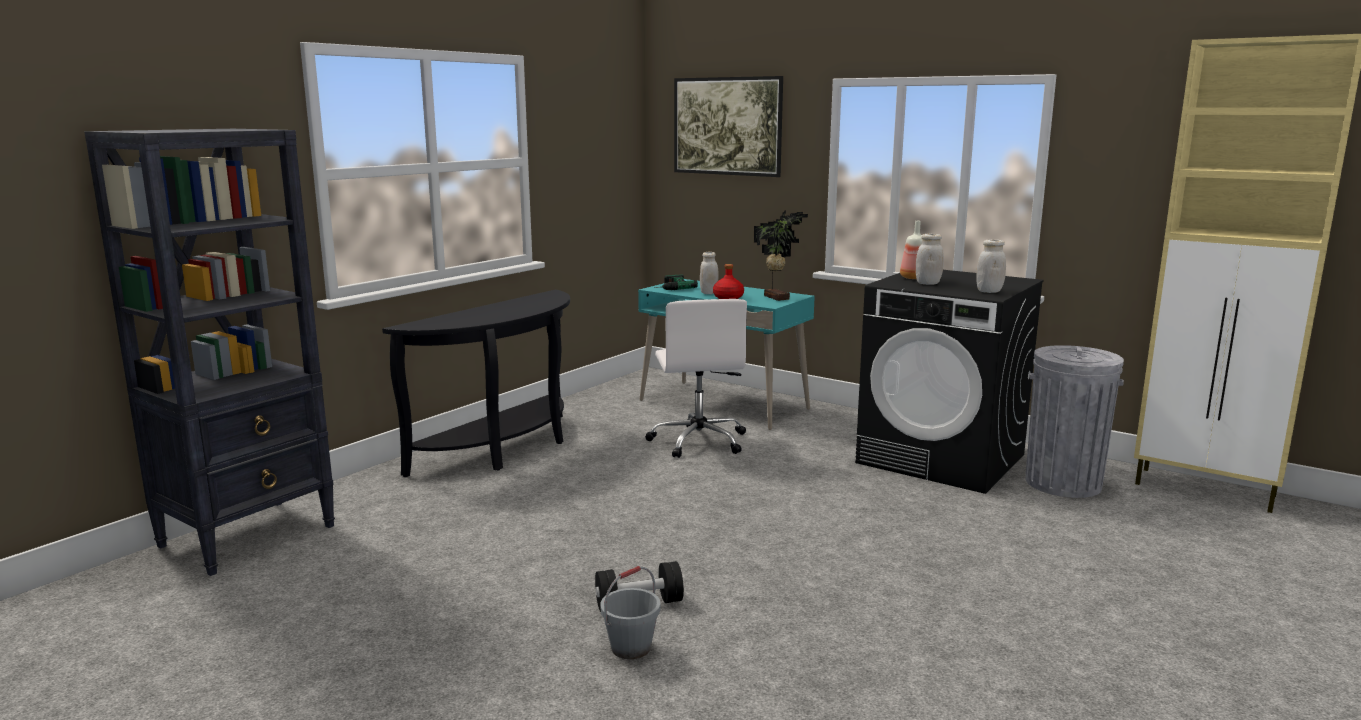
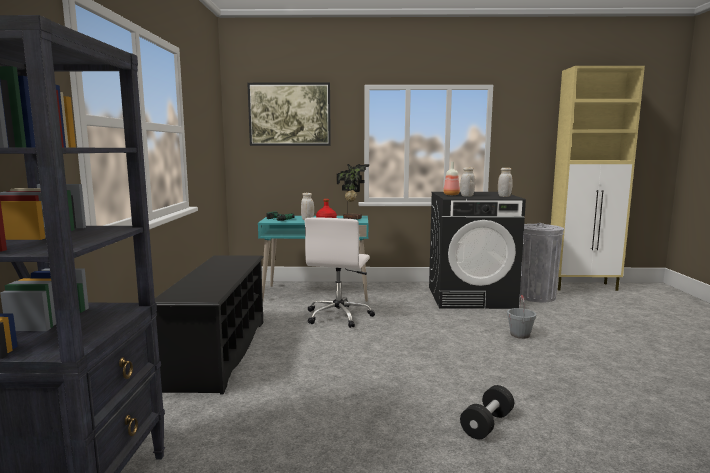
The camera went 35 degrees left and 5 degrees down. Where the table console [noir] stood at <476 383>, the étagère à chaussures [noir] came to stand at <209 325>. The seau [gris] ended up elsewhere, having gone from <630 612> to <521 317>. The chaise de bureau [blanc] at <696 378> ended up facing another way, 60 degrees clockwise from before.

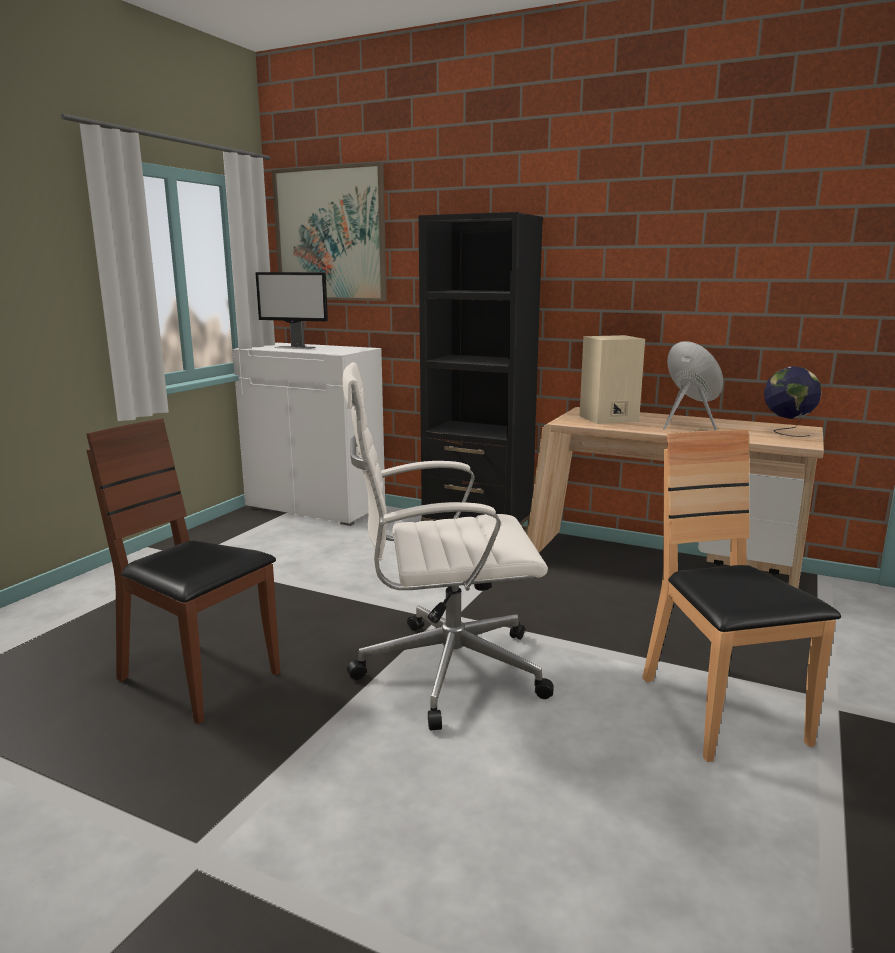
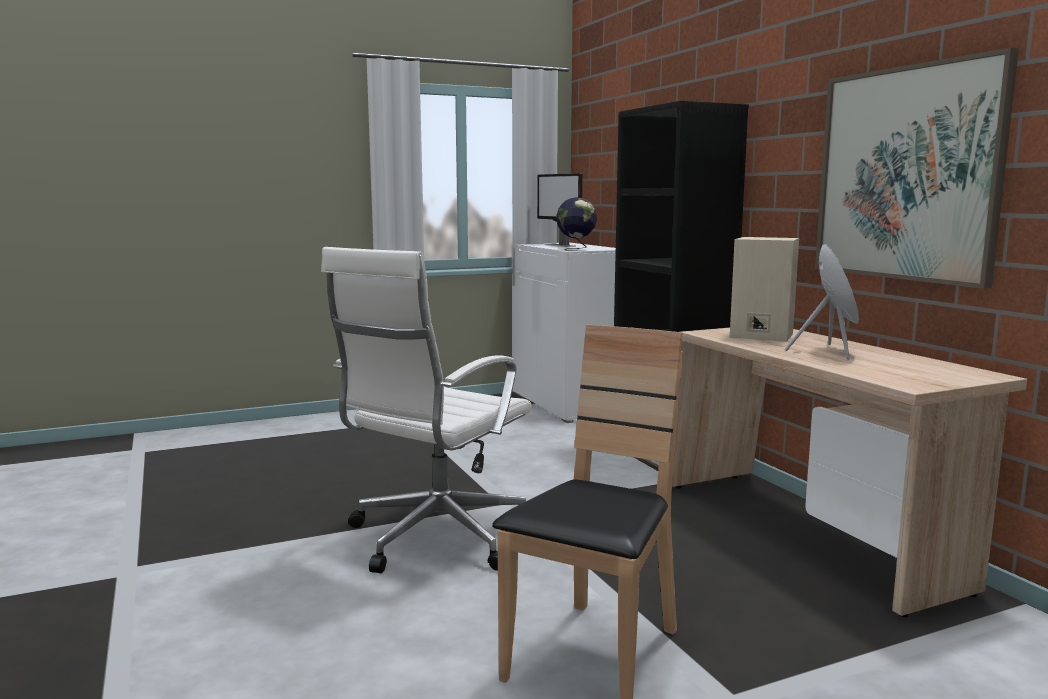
The camera went 40 degrees right and 5 degrees down. The second view lost the chaise [marron] at <183 571>. The tableau ended up elsewhere, having gone from <329 231> to <917 168>. The chaise de bureau [blanc] at <448 546> ended up facing another way, 90 degrees counterclockwise from before. The globe ended up elsewhere, having gone from <793 401> to <576 224>.

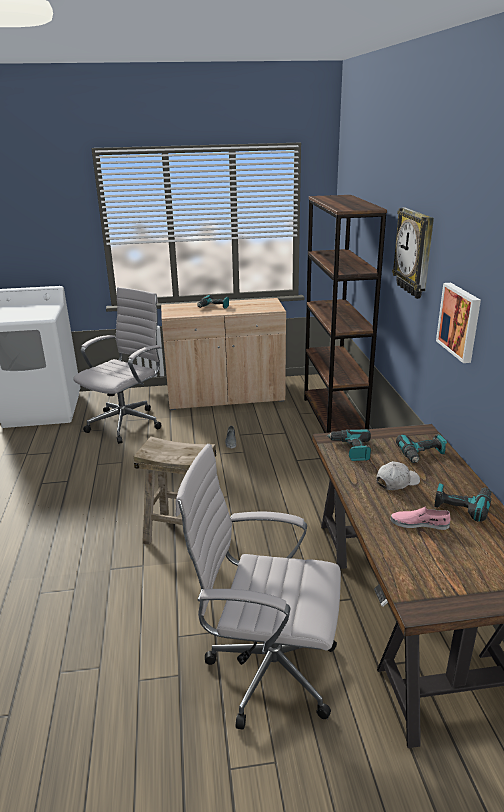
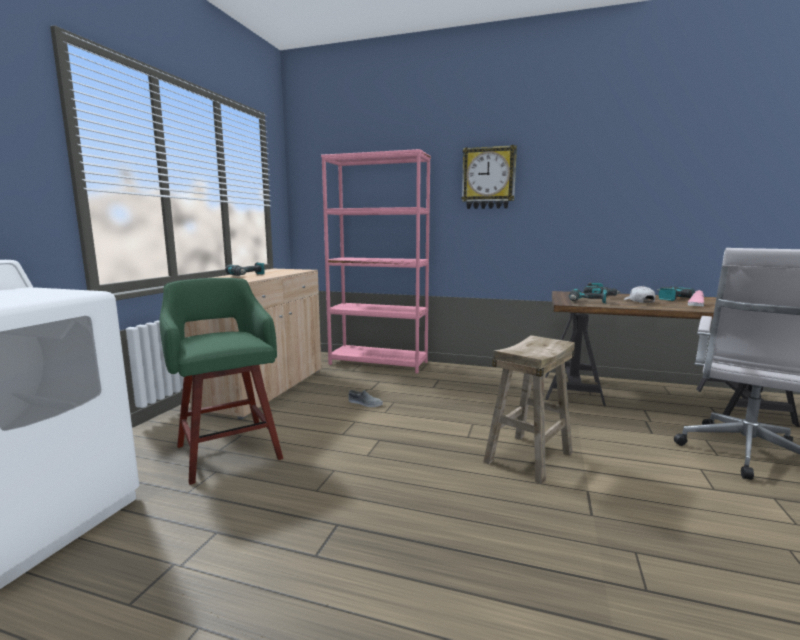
The camera went 65 degrees left and 15 degrees down. Where the chaise de bureau [blanc] stood at <117 365>, the tabouret [vert] came to stand at <221 381>. What was the bibliothèque [marron] at <345 314> turned into the bibliothèque [rose] at <376 261>. The second view lost the tableau at <458 323>.

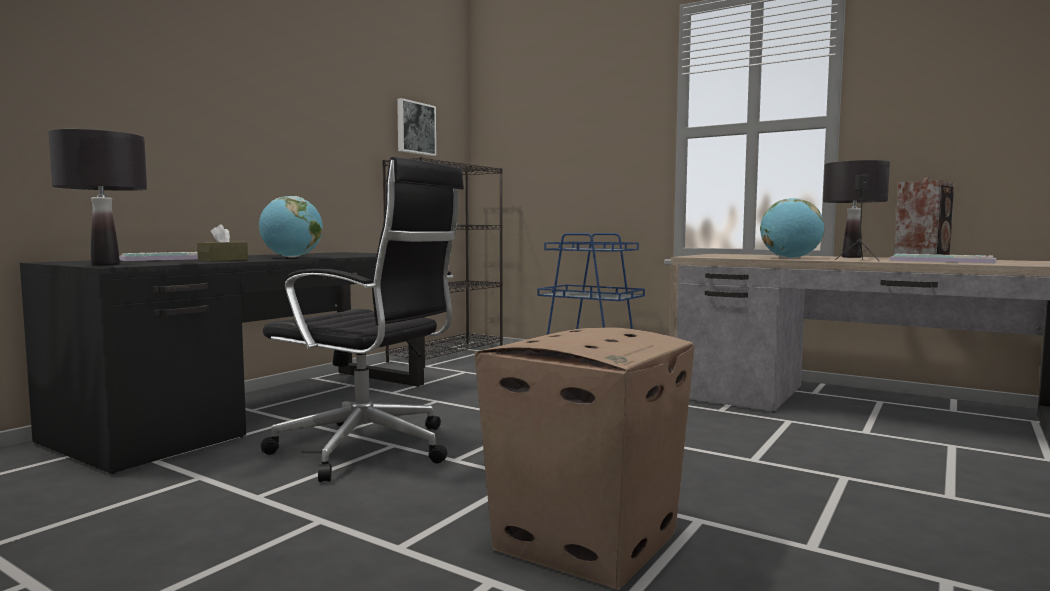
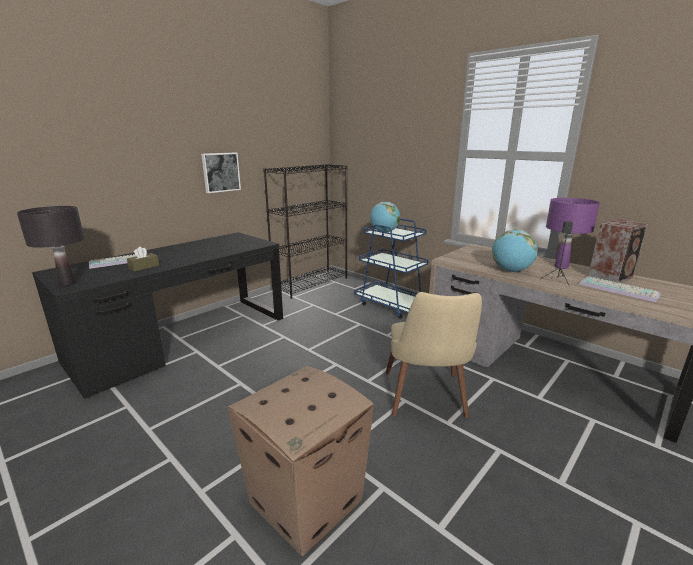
The camera went 10 degrees right and 15 degrees up. The globe ended up elsewhere, having gone from <291 227> to <385 217>. The second view lost the chaise de bureau [noir] at <362 319>. The tableau ended up elsewhere, having gone from <416 127> to <221 173>. What was the lampe de table [noir] at <856 209> turned into the lampe de table [violet] at <573 233>. The second view gained the chaise [beige] at <433 355>.

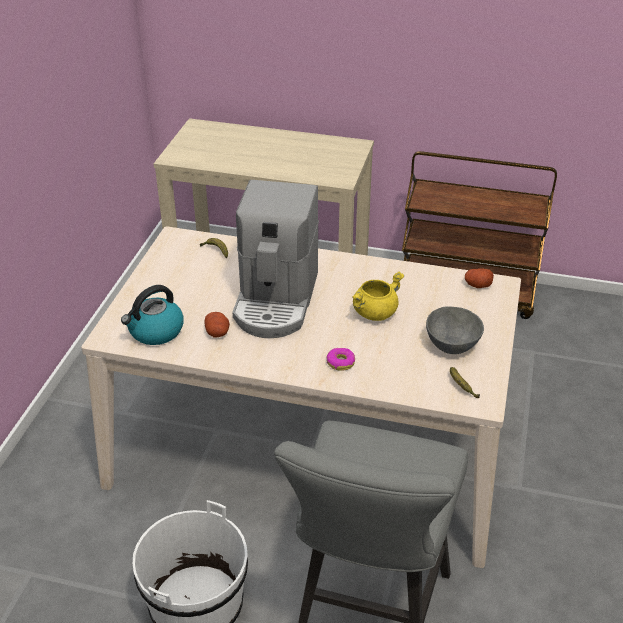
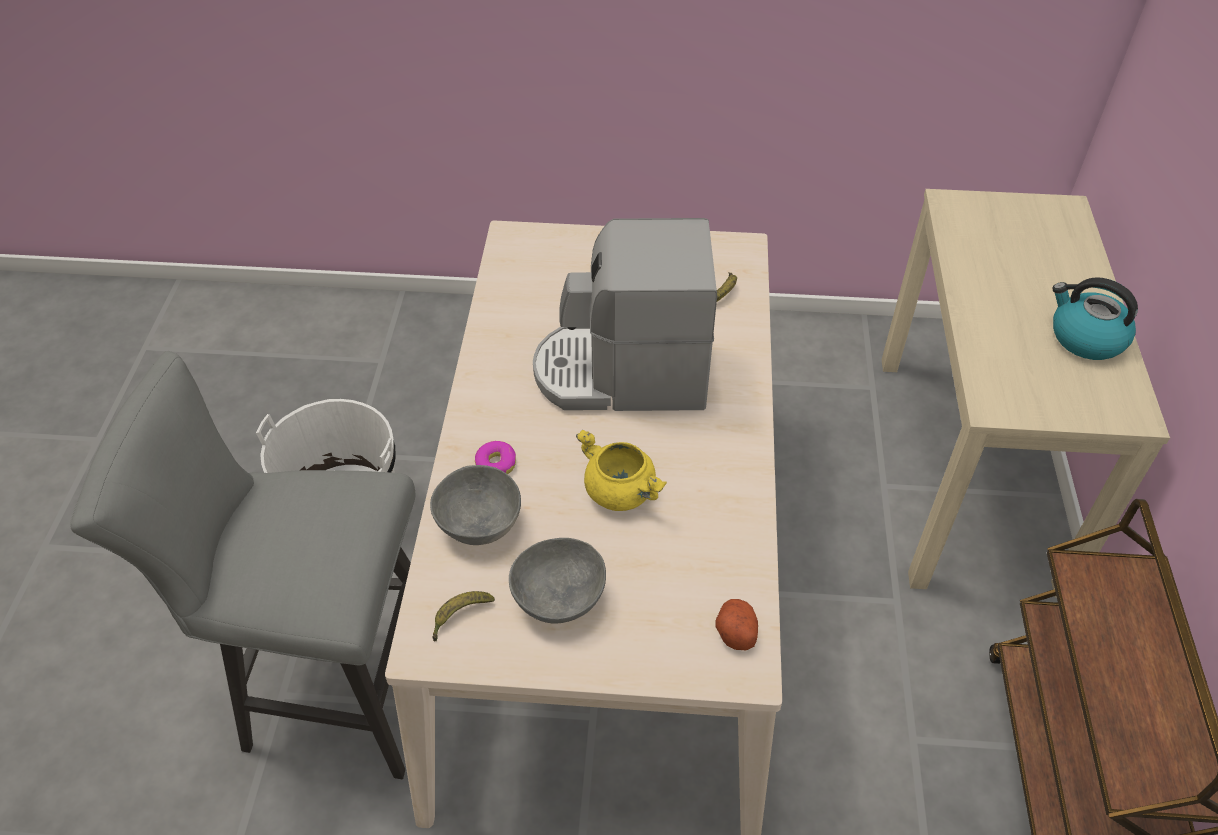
The camera went 80 degrees right and 10 degrees up. The bouilloire ended up elsewhere, having gone from <152 315> to <1095 318>. The second view lost the pomme de terre at <217 324>. The second view gained the bol [gris] at <475 505>.

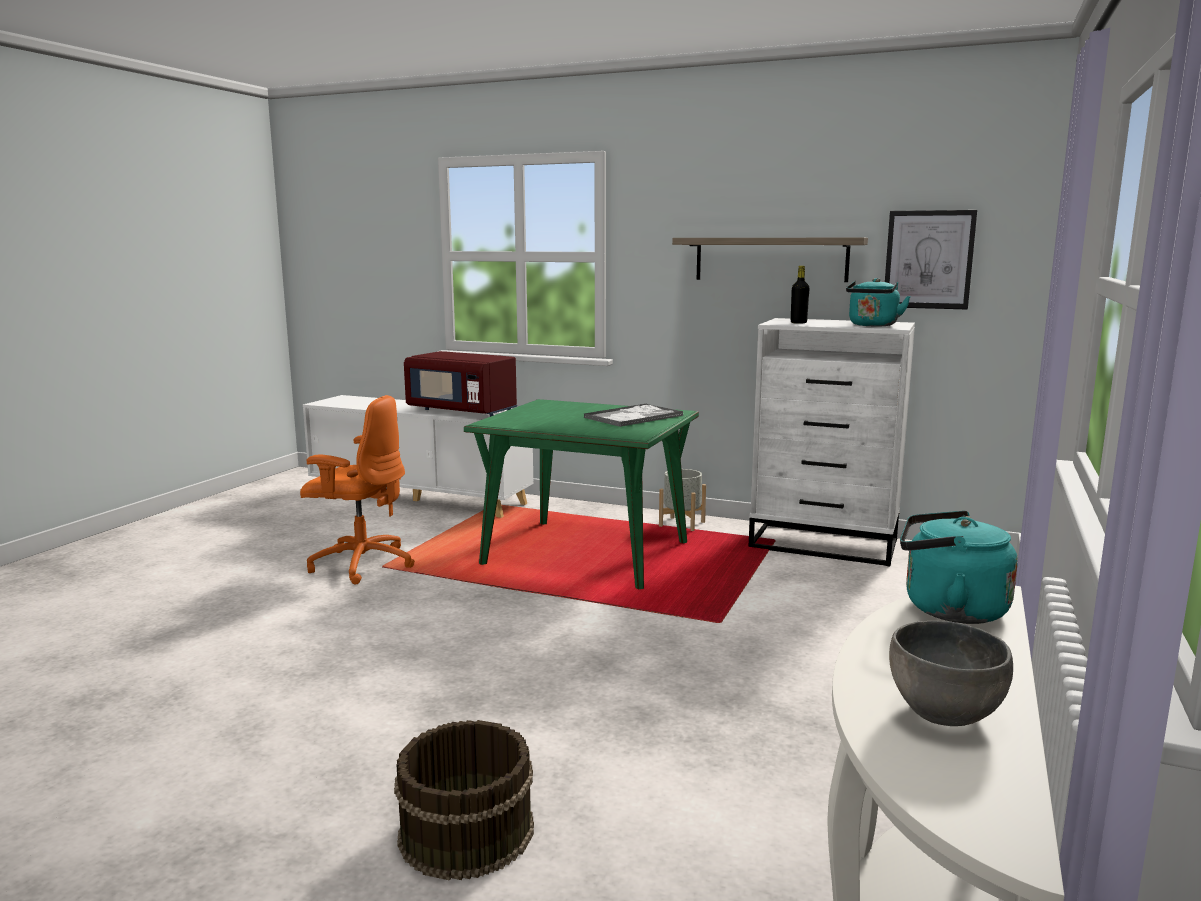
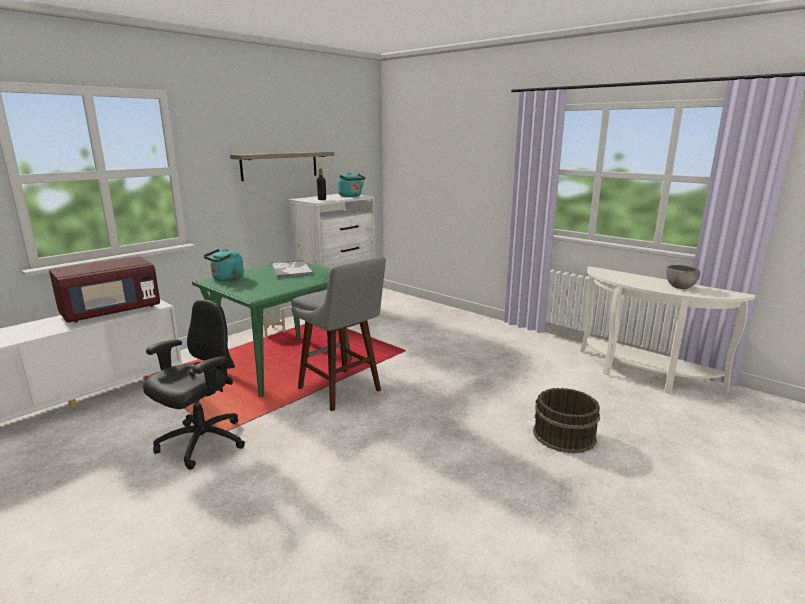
The camera went 70 degrees left and 5 degrees up. What was the chaise de bureau [orange] at <357 489> turned into the chaise de bureau [noir] at <194 384>. The second view lost the tableau at <931 260>. The bouilloire [turquoise] ended up elsewhere, having gone from <959 567> to <223 265>. The second view gained the tabouret [gris] at <339 334>.

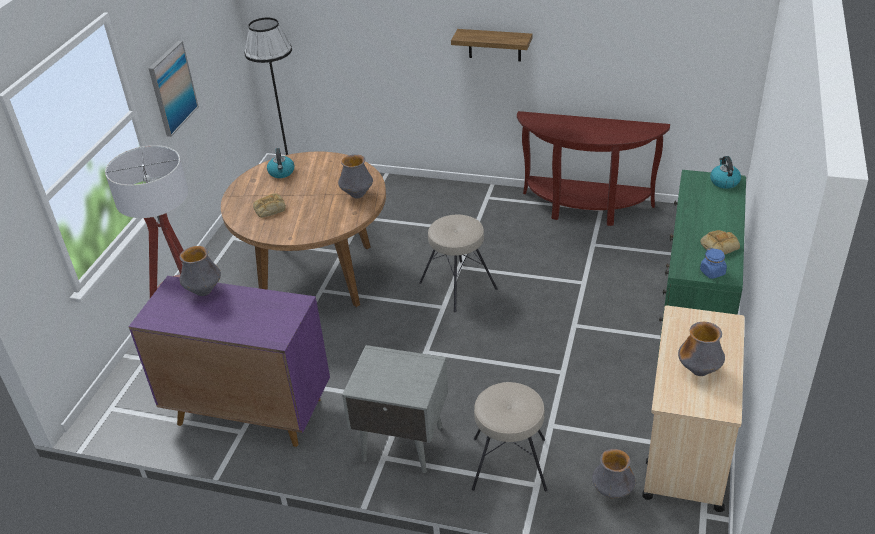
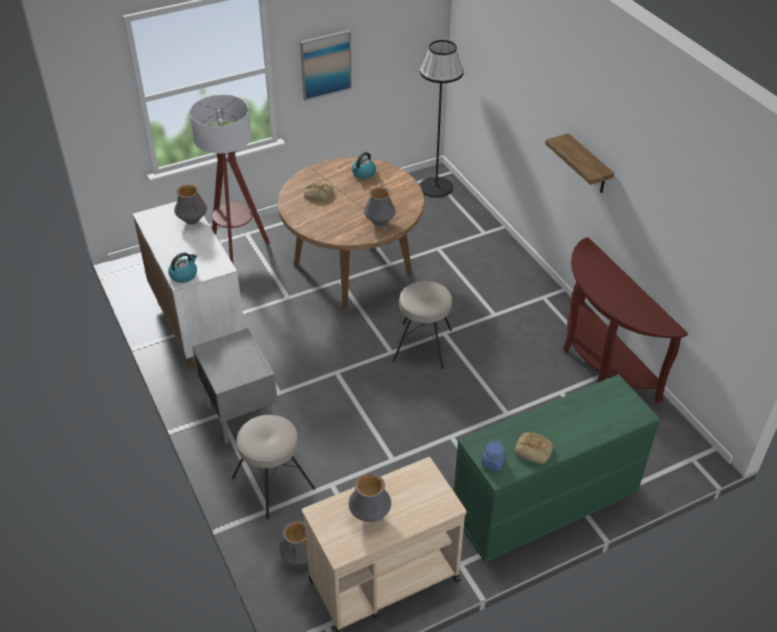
The camera went 45 degrees right and 5 degrees up. What was the meuble de rangement [violet] at <229 361> turned into the meuble de rangement [blanc] at <189 284>. The bouilloire ended up elsewhere, having gone from <725 172> to <182 267>.

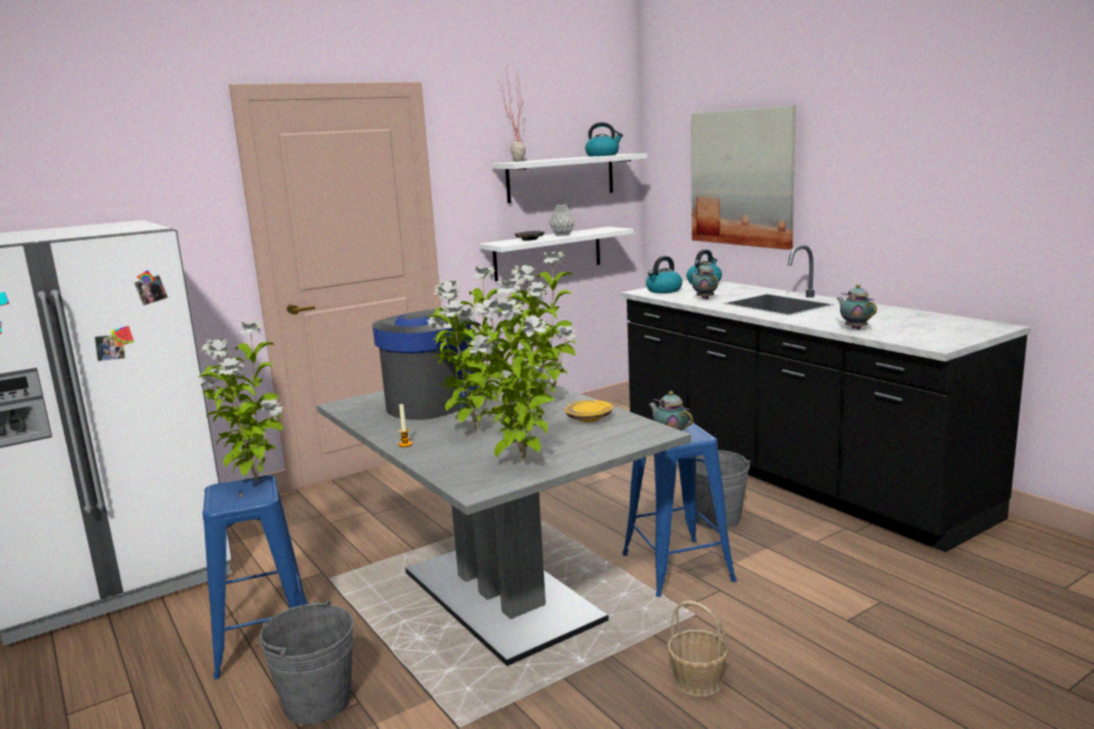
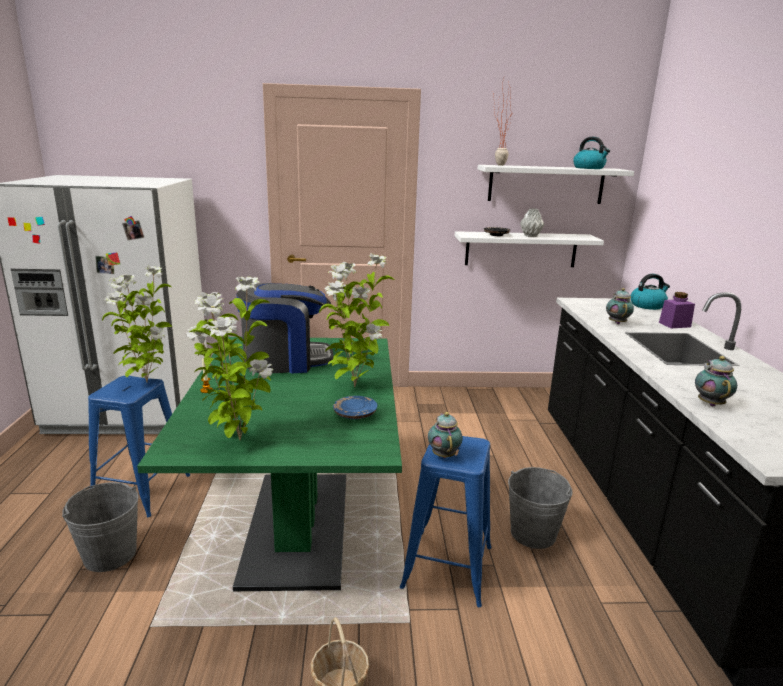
The camera went 30 degrees right and 5 degrees up. What was the table à manger [gris] at <504 518> turned into the table à manger [vert] at <269 464>. The second view lost the plante en pot at <466 348>. What was the assiette [jaune] at <589 411> turned into the assiette [bleu] at <355 407>. The second view lost the bouilloire at <664 274>. The second view lost the tableau at <743 177>. The second view gained the bocal [violet] at <677 310>.

